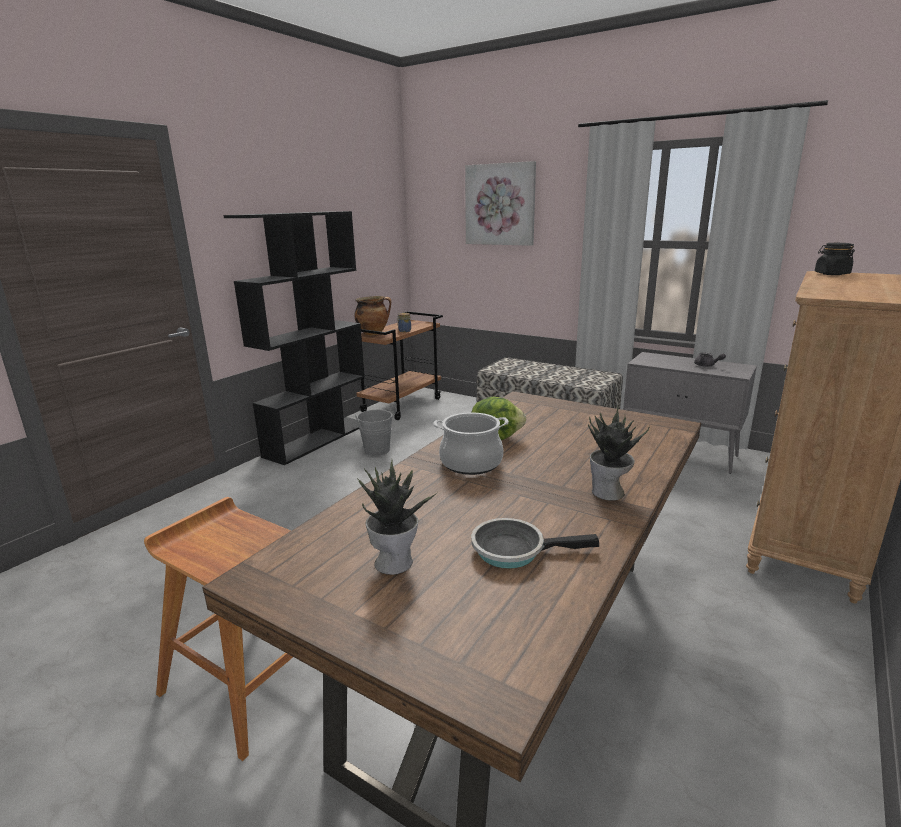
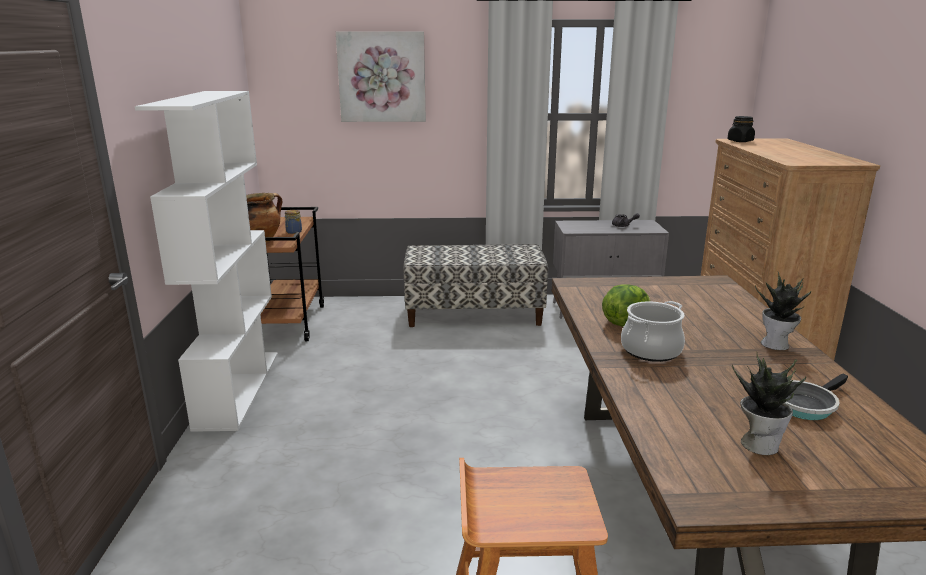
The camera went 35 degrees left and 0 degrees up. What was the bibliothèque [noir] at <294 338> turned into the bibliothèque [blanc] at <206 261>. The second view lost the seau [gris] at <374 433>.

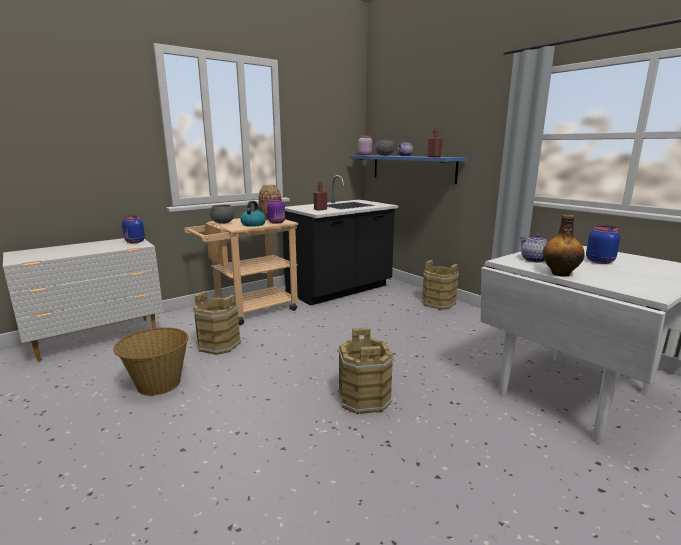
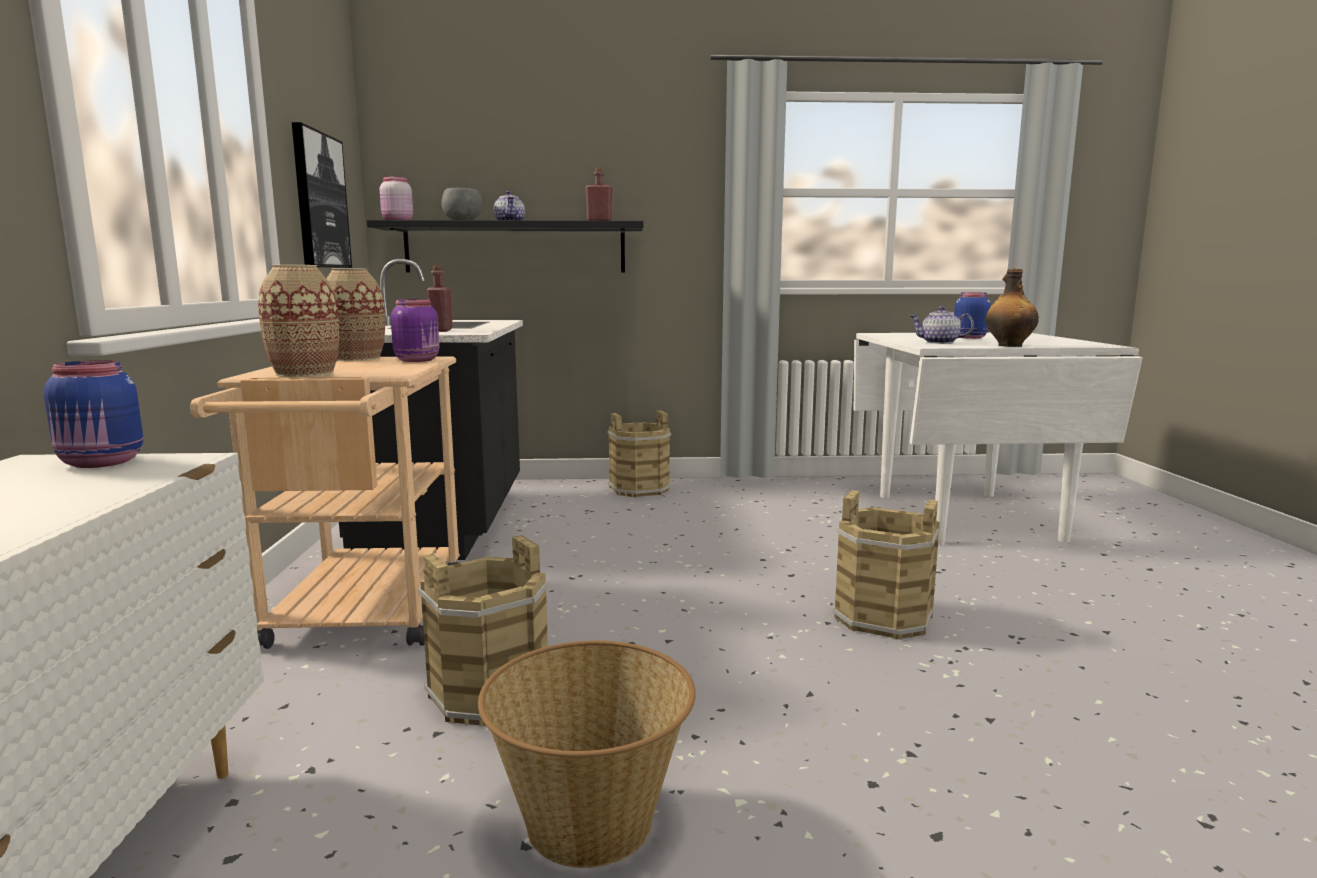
The camera went 55 degrees left and 5 degrees down. Where the bol [gris] stood at <222 214>, the vase came to stand at <298 321>. The second view lost the bouilloire at <253 214>. What was the étagère [bleu] at <408 169> turned into the étagère [noir] at <505 246>. The second view gained the tableau at <322 195>.

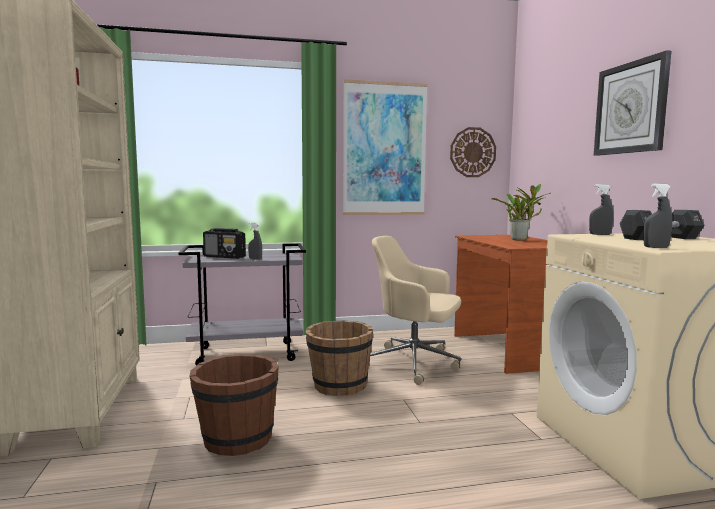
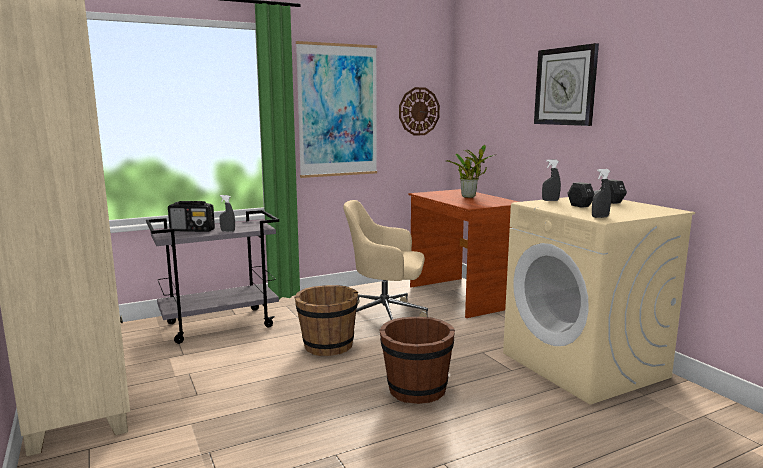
The camera went 15 degrees left and 5 degrees up. The seau [marron] ended up elsewhere, having gone from <234 405> to <417 360>.

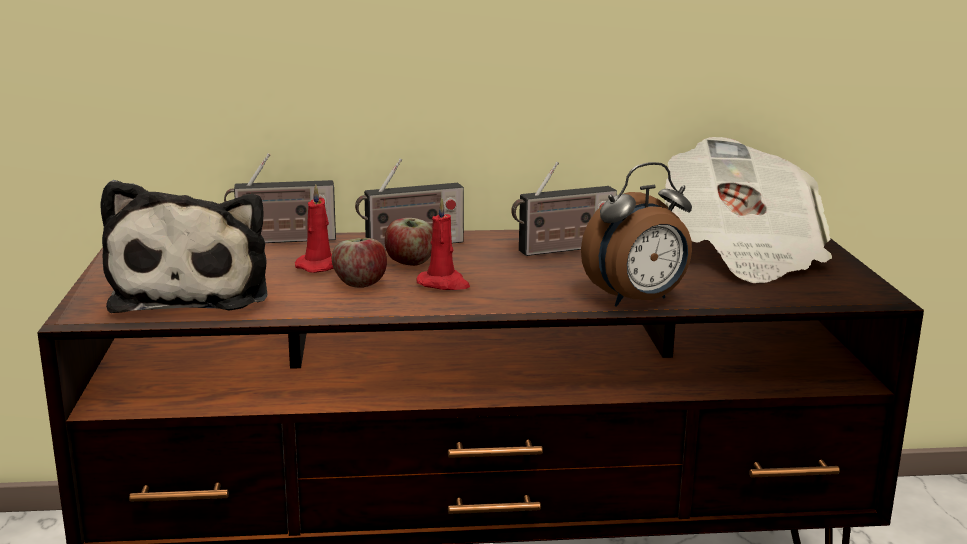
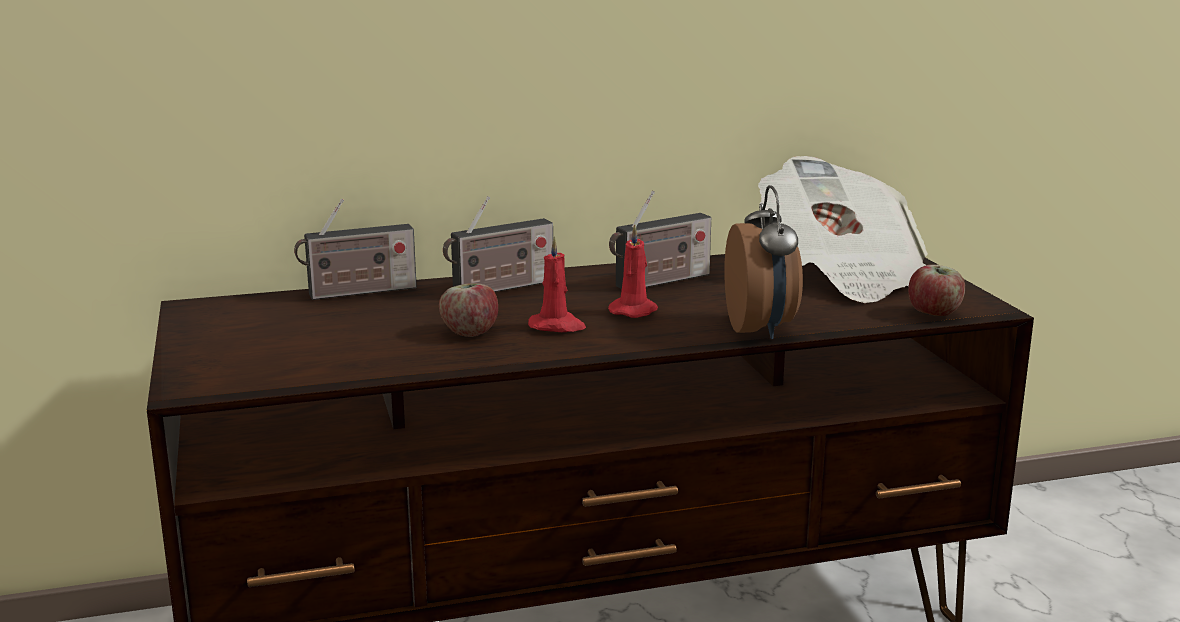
The camera went 10 degrees left and 0 degrees up. The second view lost the peluche at <184 246>. The bougie [rouge] ended up elsewhere, having gone from <314 228> to <633 271>. The pomme ended up elsewhere, having gone from <409 242> to <936 290>. The réveil at <636 234> ended up facing another way, 60 degrees counterclockwise from before.

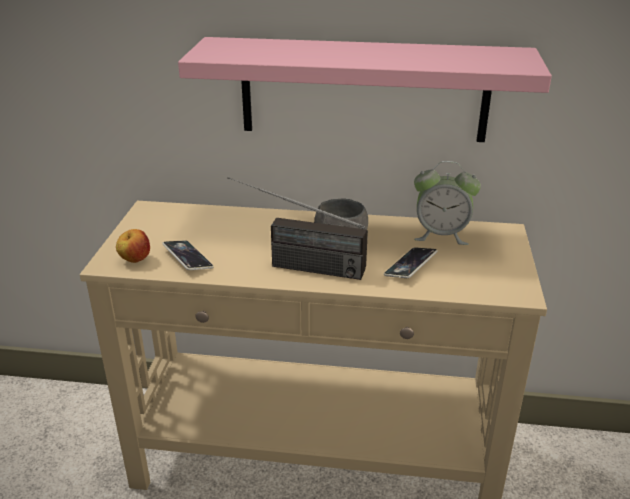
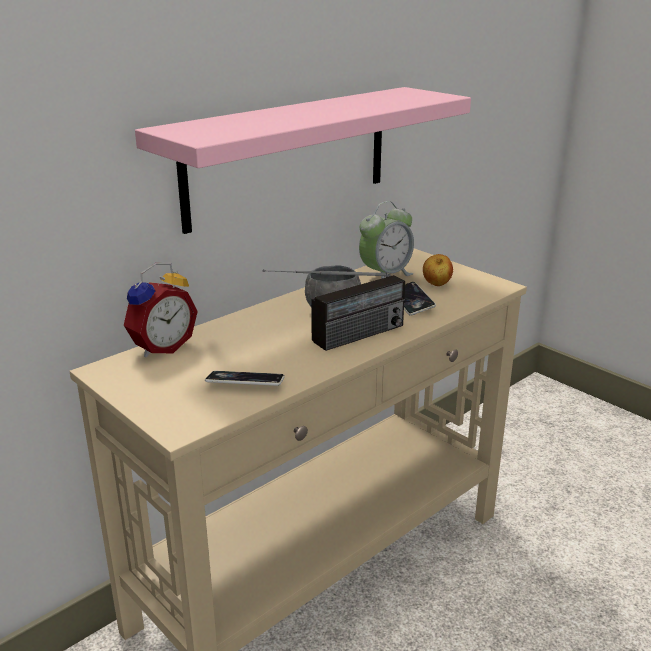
The camera went 50 degrees left and 5 degrees down. The pomme ended up elsewhere, having gone from <133 246> to <438 270>. The second view gained the réveil at <161 310>.

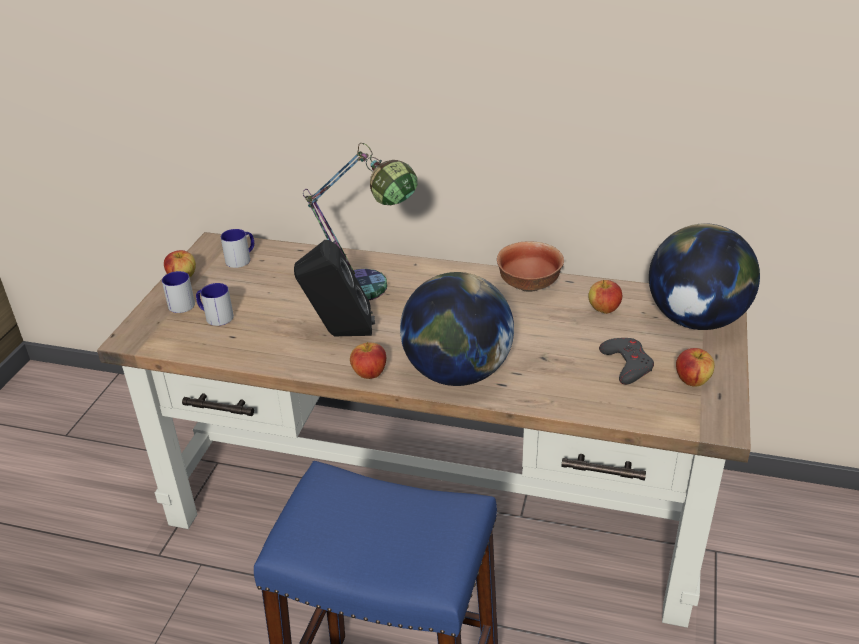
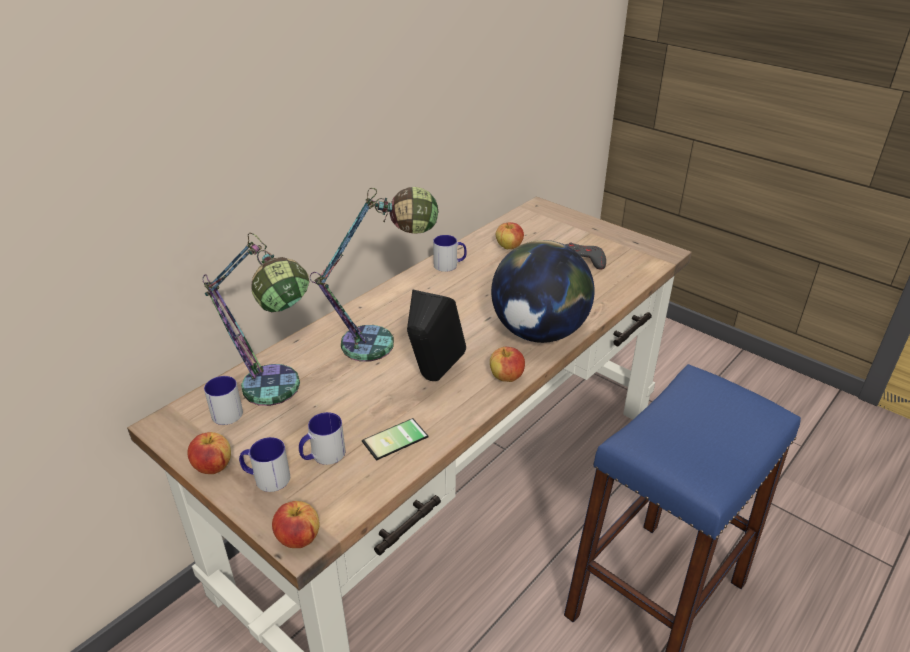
The camera went 65 degrees left and 0 degrees up. Where the bol stood at <530 267>, the mug came to stand at <450 253>. The second view lost the globe at <704 276>. The pomme ended up elsewhere, having gone from <695 367> to <295 524>. The second view gained the lampe de table at <256 319>. The second view gained the téléphone at <395 439>.

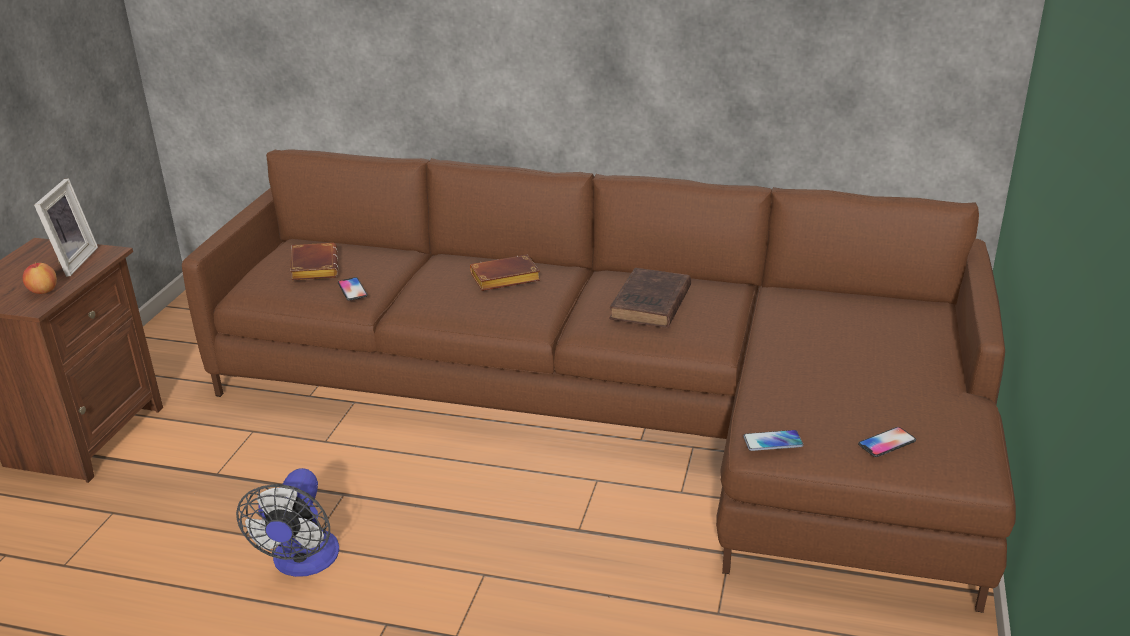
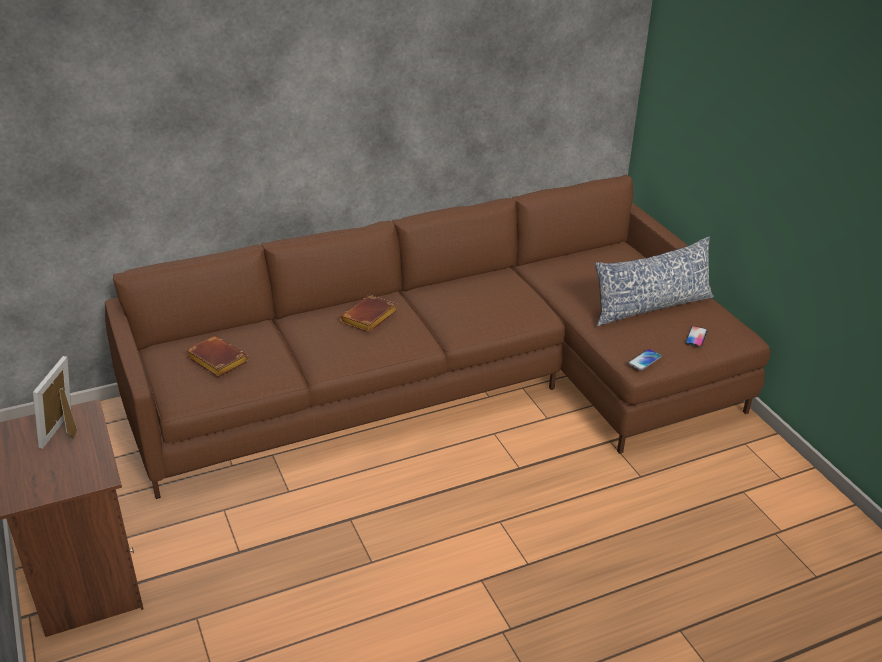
The camera went 40 degrees left and 5 degrees up. The second view lost the pomme at <40 278>. The cadre photo at <66 227> ended up facing another way, 135 degrees counterclockwise from before. The second view lost the ventilateur at <287 522>. The second view lost the téléphone at <353 289>. The second view lost the livre [marron] at <650 298>. The second view gained the coussin at <654 281>.

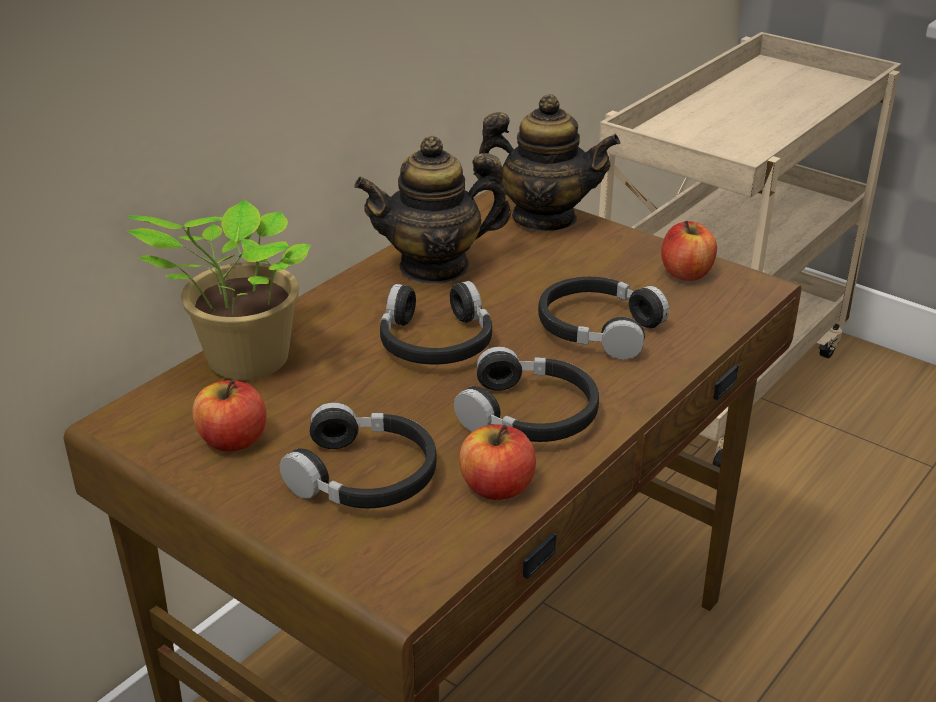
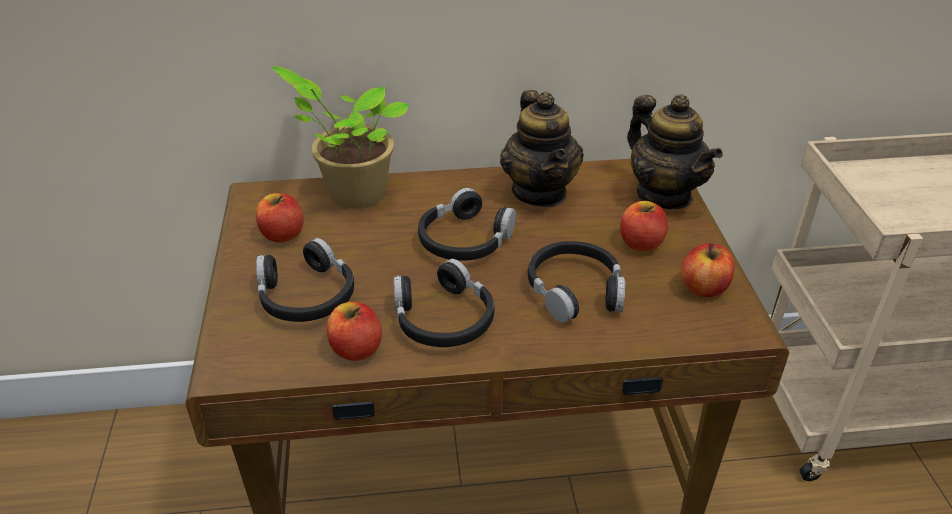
The camera went 45 degrees right and 5 degrees up. The théière at <432 210> ended up facing another way, 135 degrees counterclockwise from before. The second view gained the pomme at <644 226>.

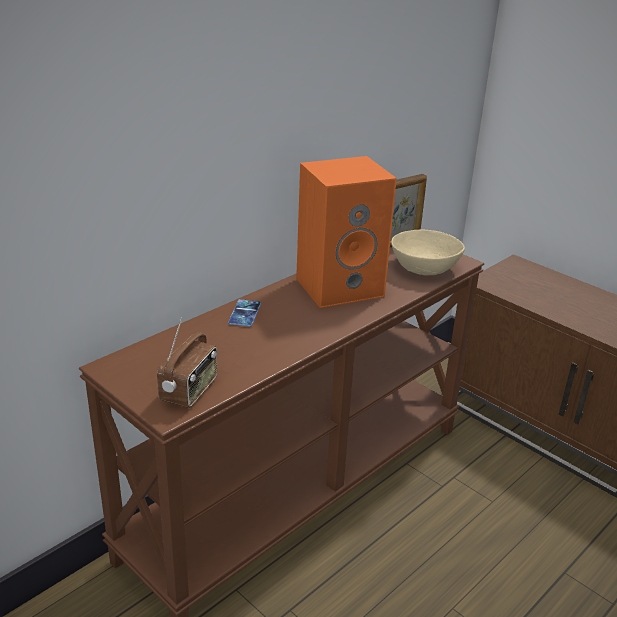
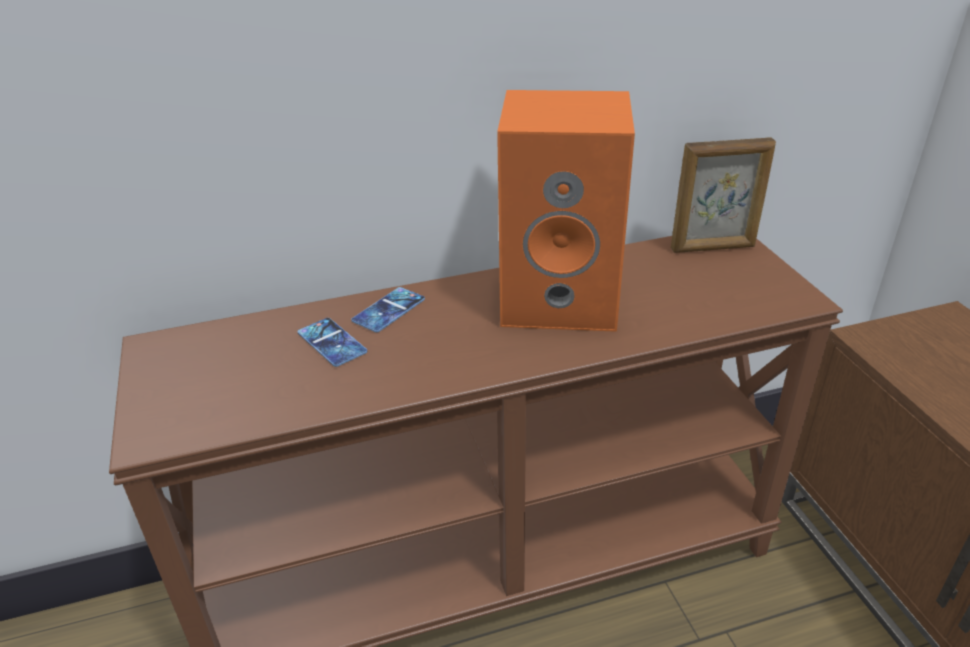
The camera went 30 degrees right and 5 degrees up. The second view lost the radio at <187 362>. The second view lost the bol [beige] at <428 252>. The second view gained the téléphone at <332 342>.

